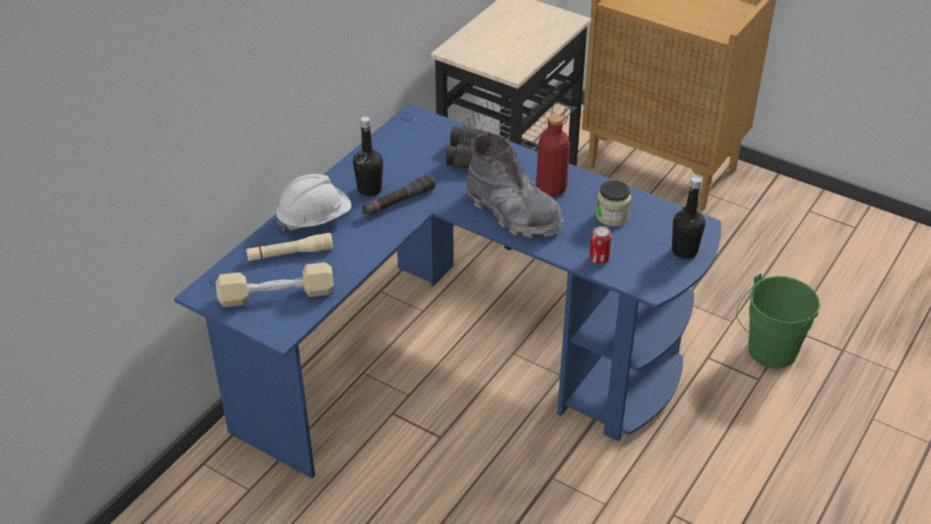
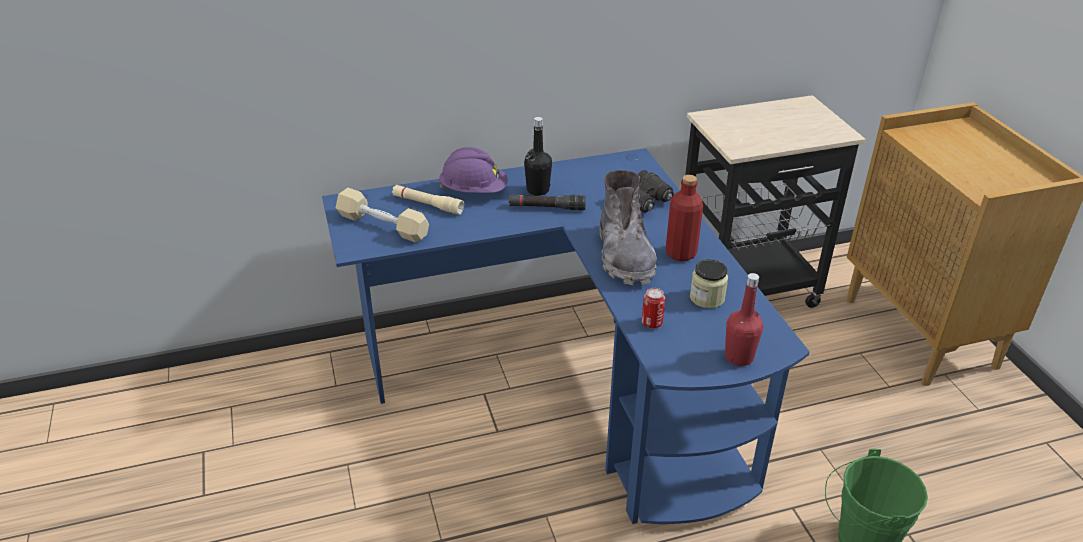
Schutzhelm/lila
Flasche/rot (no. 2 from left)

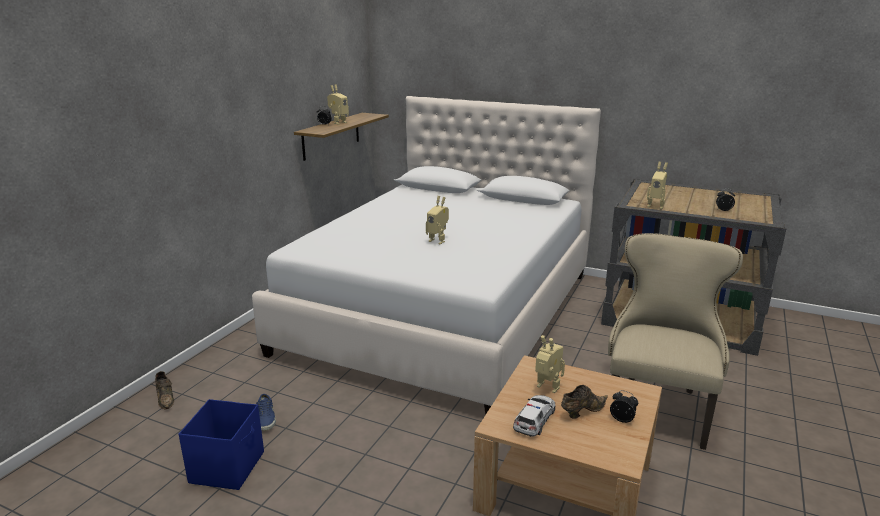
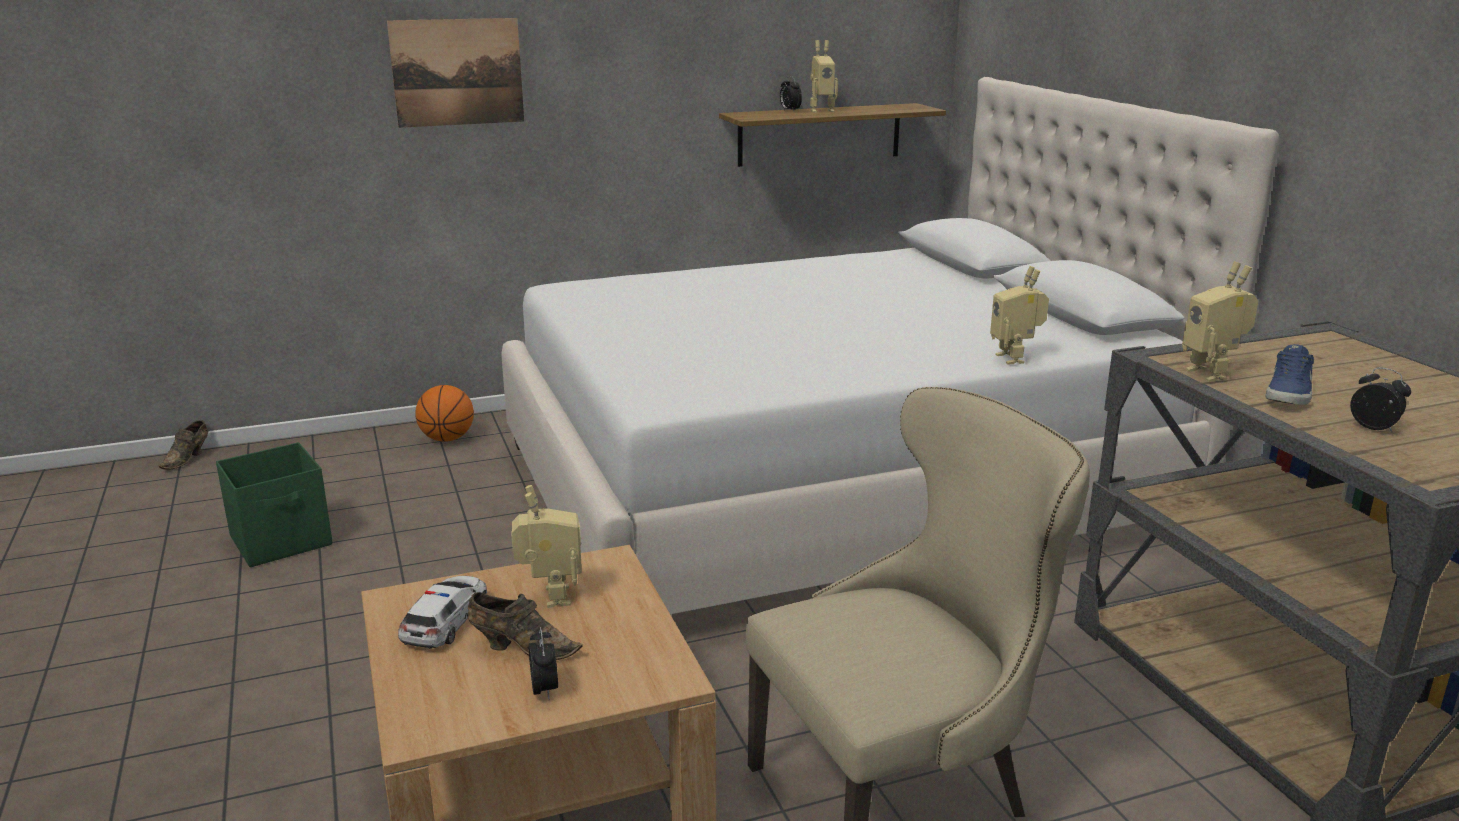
Schuh/braun (no. 1 from left)
Aufbewahrungsbox/grün
Schuh/blau
Spielzeugroboter (no. 3 from left)
Spielzeugauto
Bild
Basketball

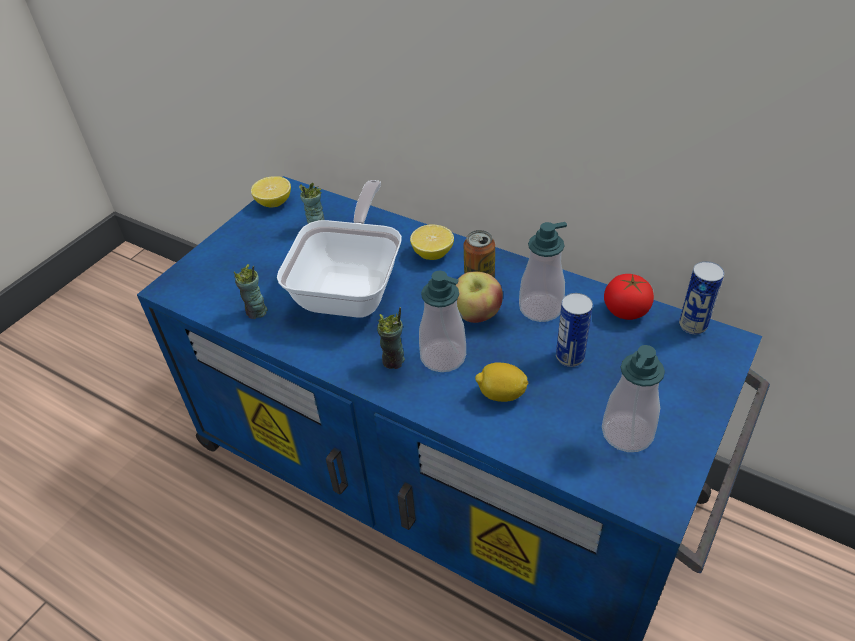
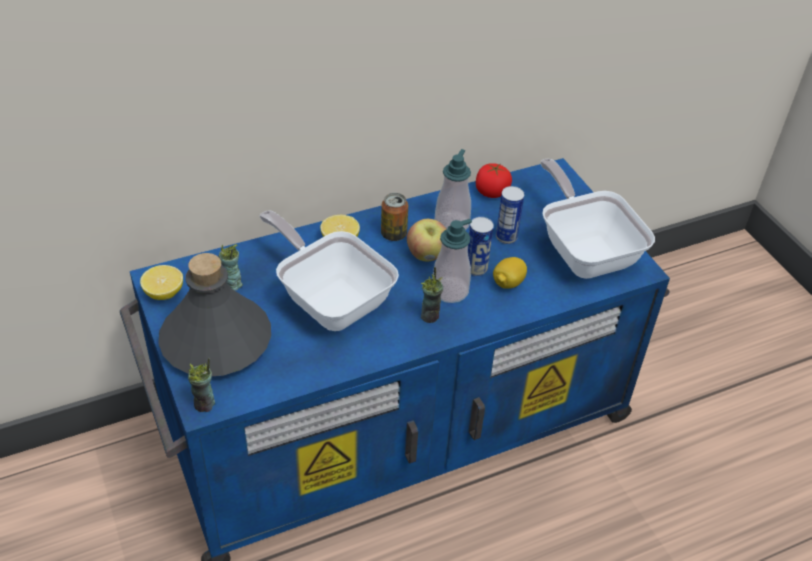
Tasse (no. 1 from left)
Pfanne (no. 2 from left)
Dose (no. 2 from left)
Flasche/grau

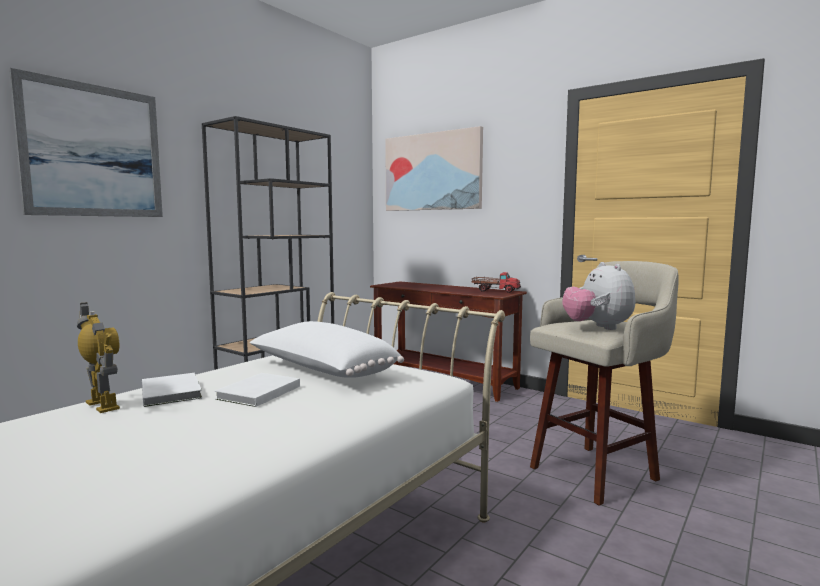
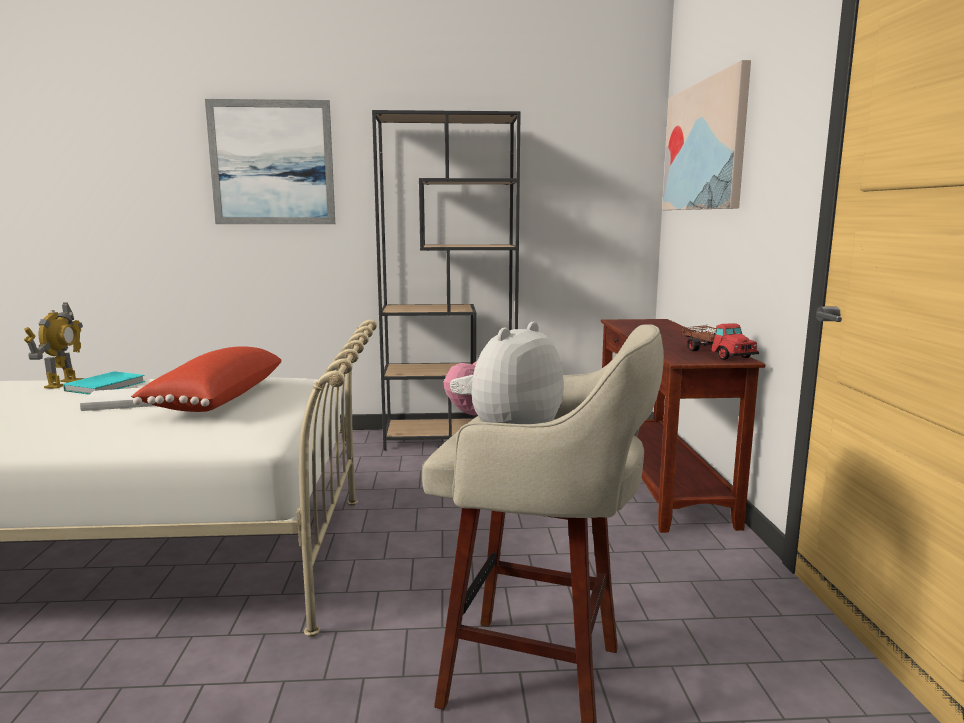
Buch/türkis
Kissen/rot

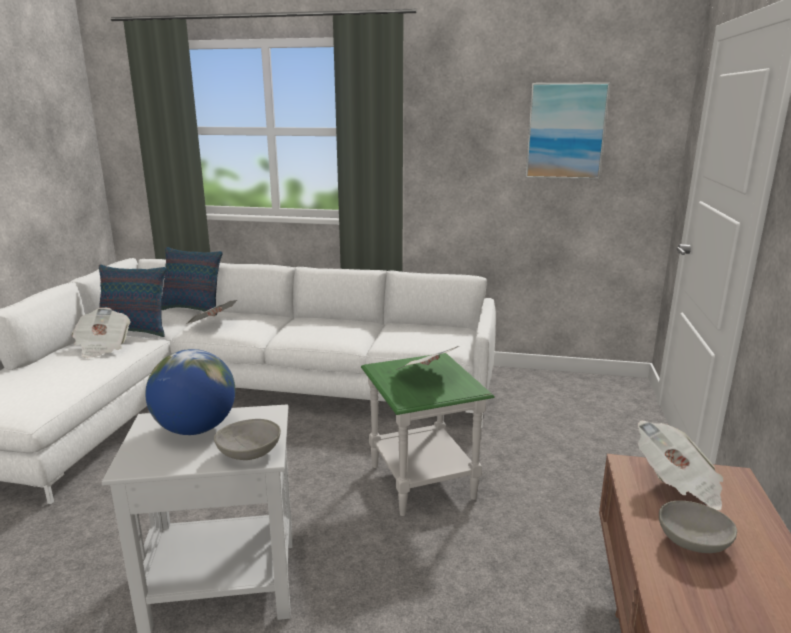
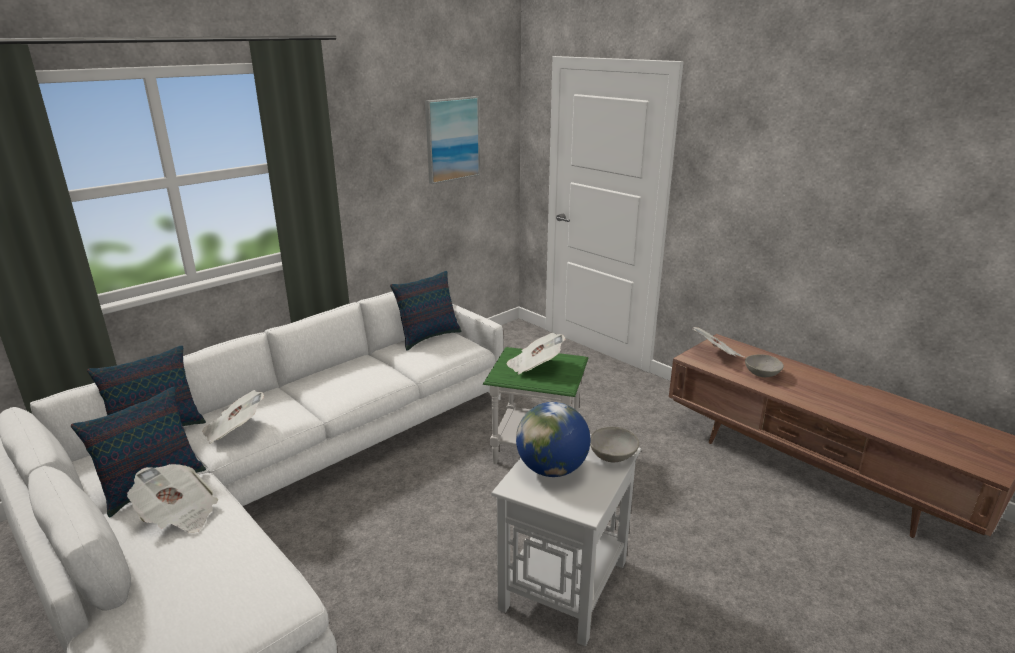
Kissen/blau (no. 3 from left)

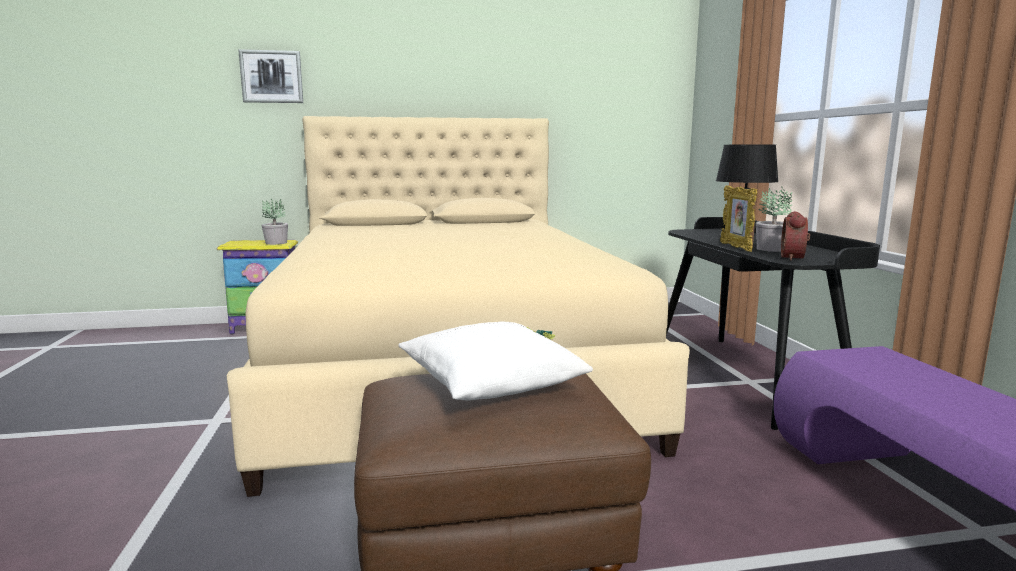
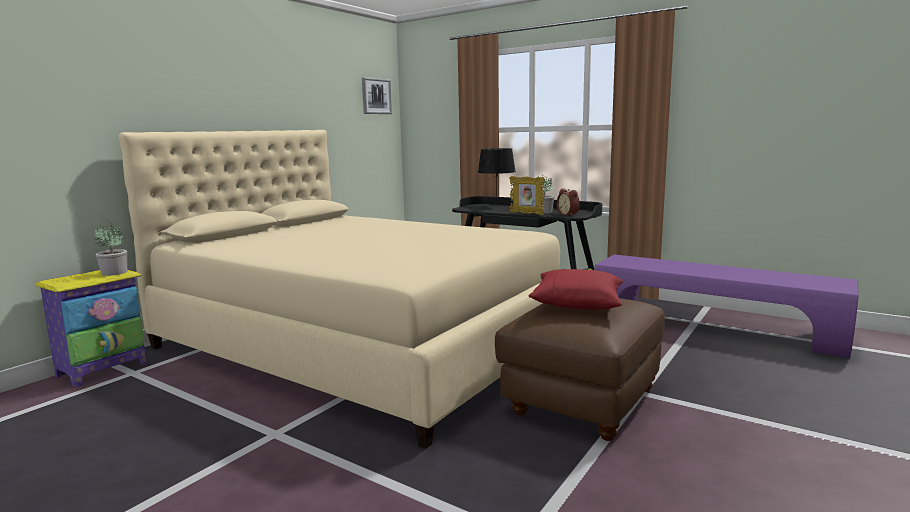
Bild
Kissen/rot

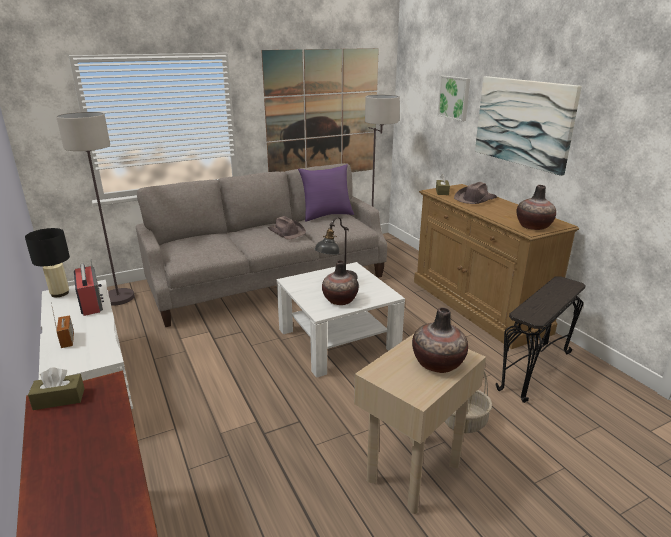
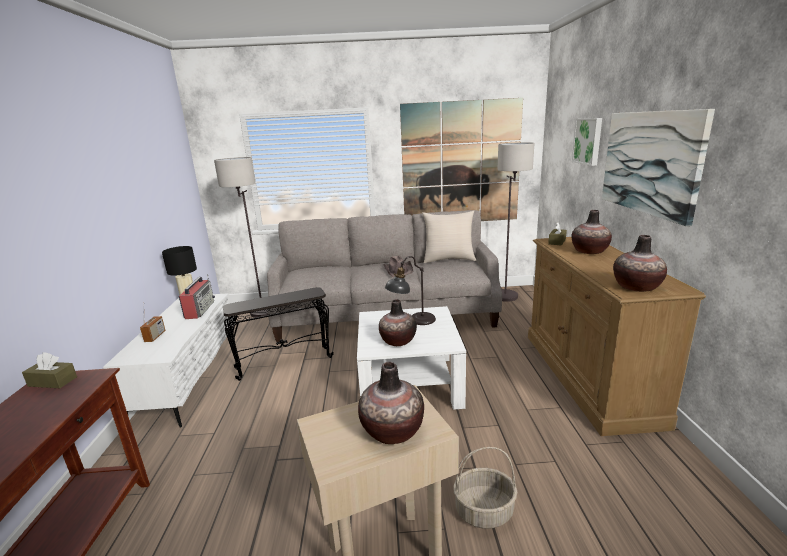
Kissen/beige
Vase (no. 3 from left)
Beistelltisch/schwarz

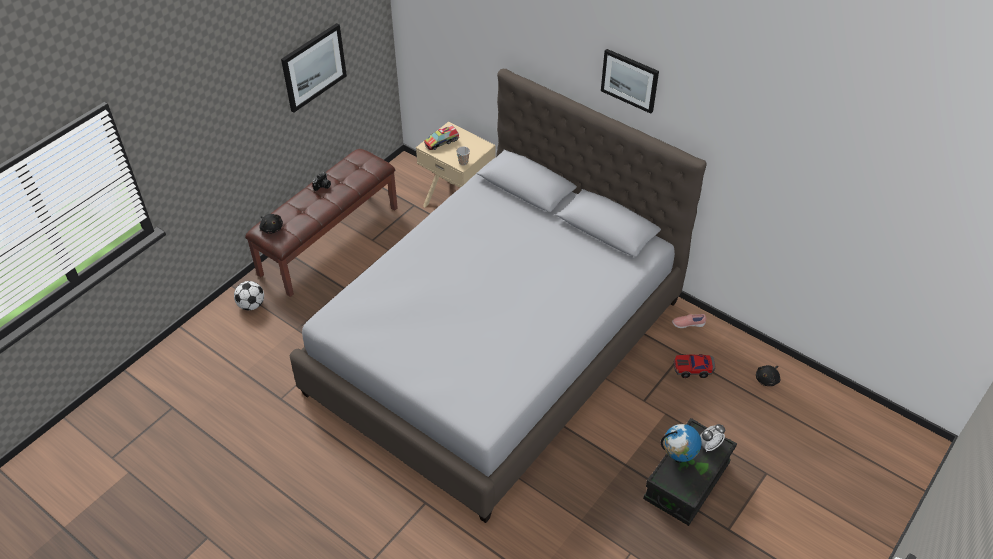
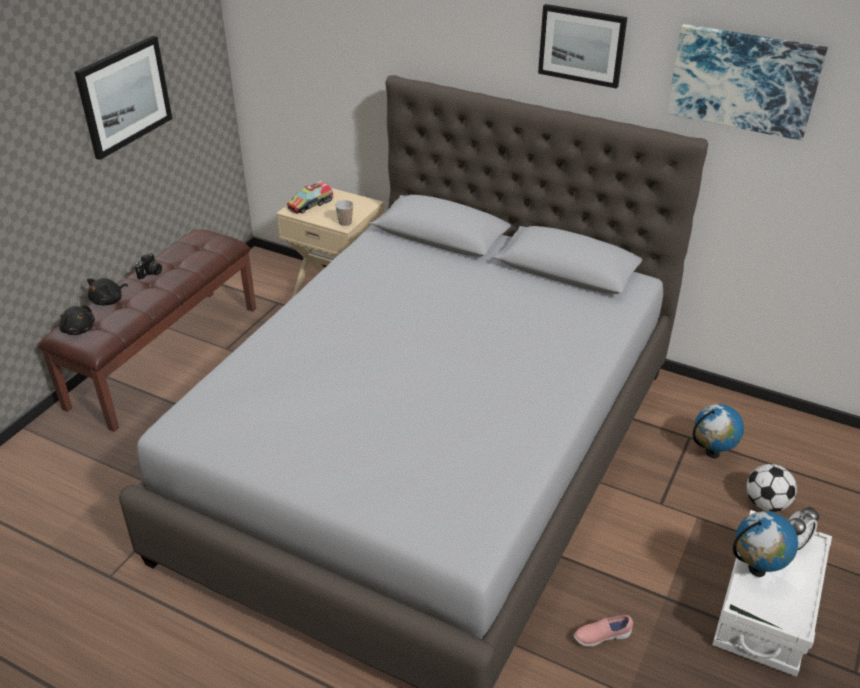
Fußball
Aufbewahrungsbox/weiß
Schuh/rosa
Globus (no. 1 from left)
Plüschtier/schwarz (no. 2 from left)
Bild (no. 3 from left)

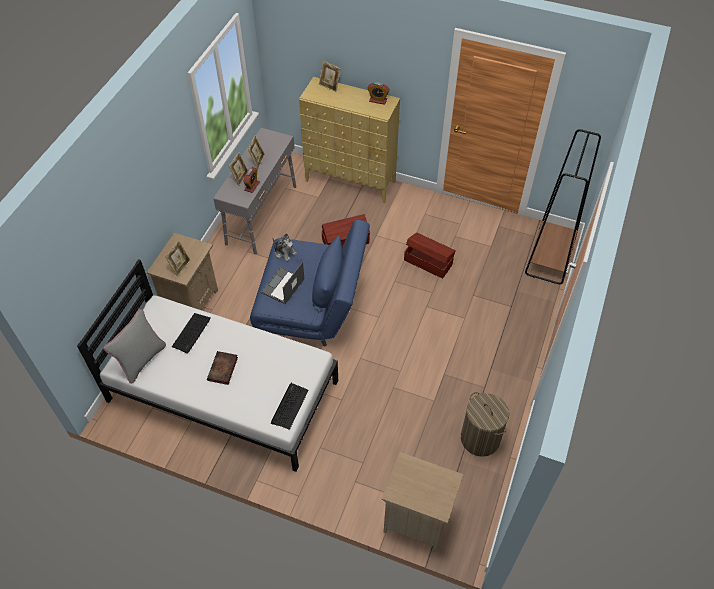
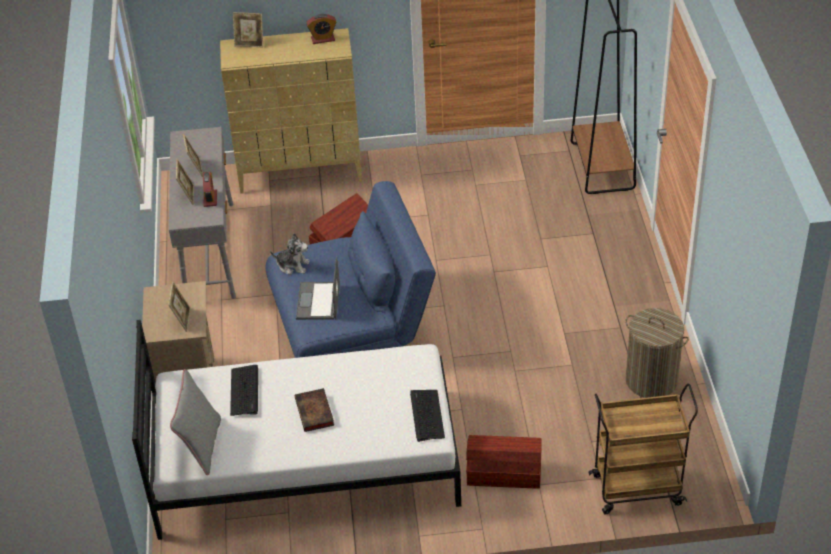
Rollwagen/braun
Aufbewahrungsbox/braun (no. 2 from left)

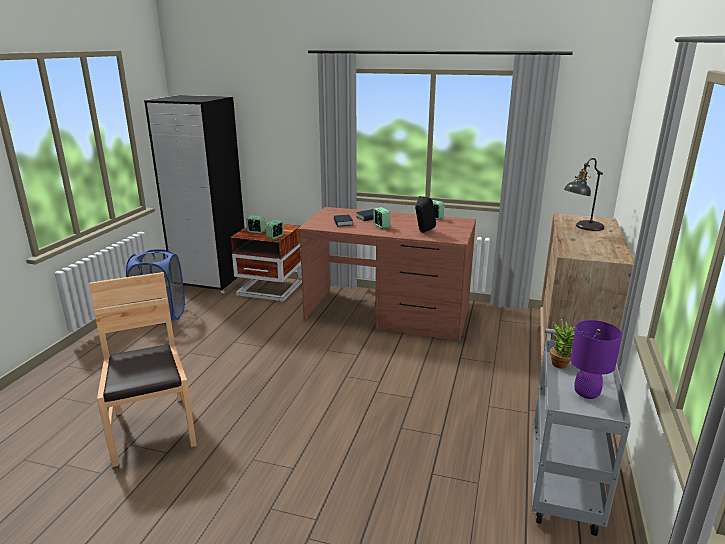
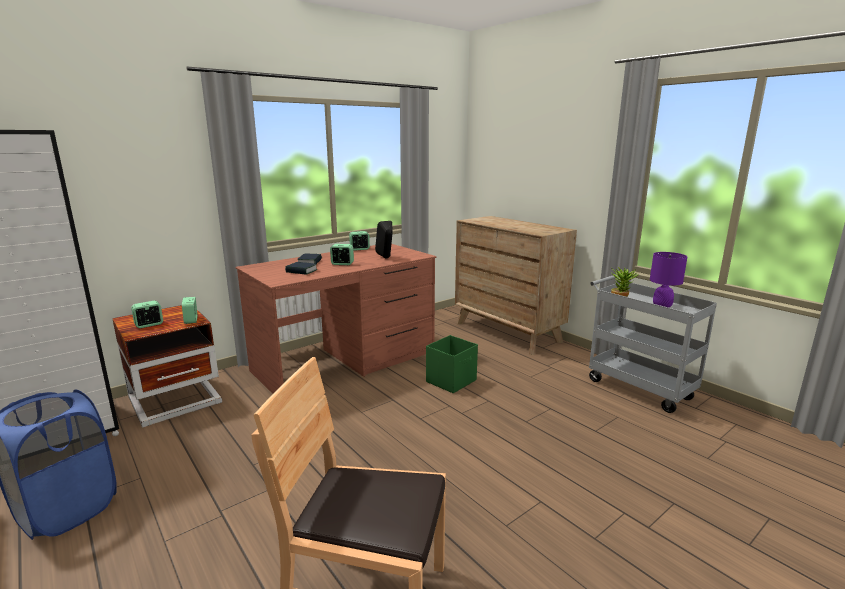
Tischlampe/grau
Aufbewahrungsbox/grün

